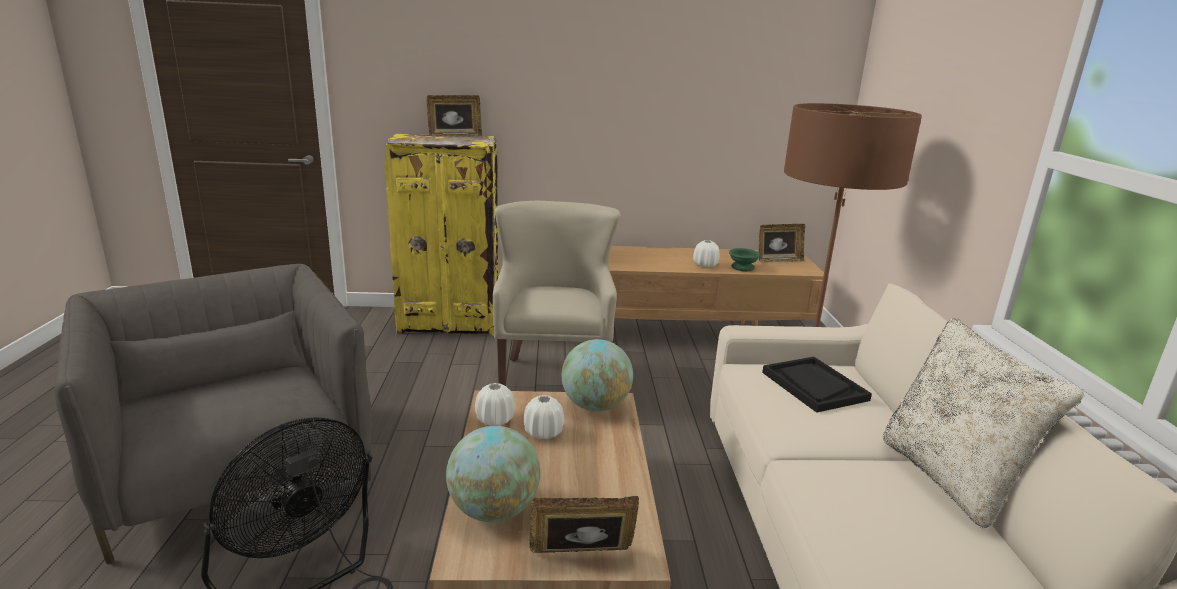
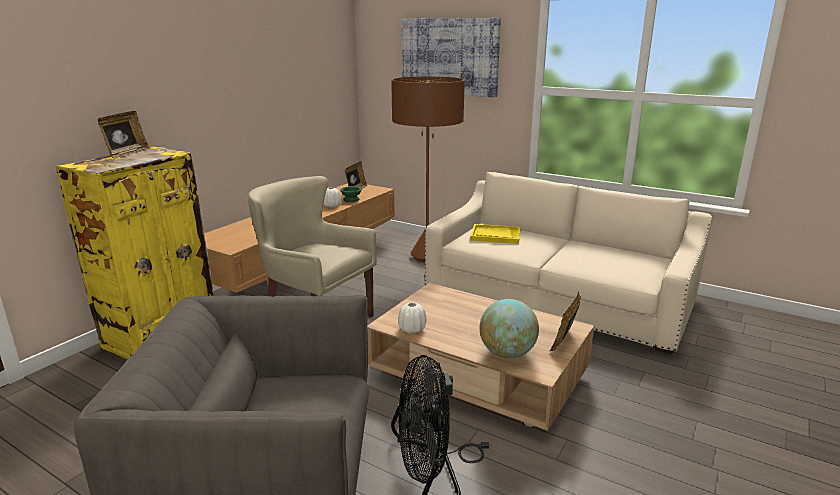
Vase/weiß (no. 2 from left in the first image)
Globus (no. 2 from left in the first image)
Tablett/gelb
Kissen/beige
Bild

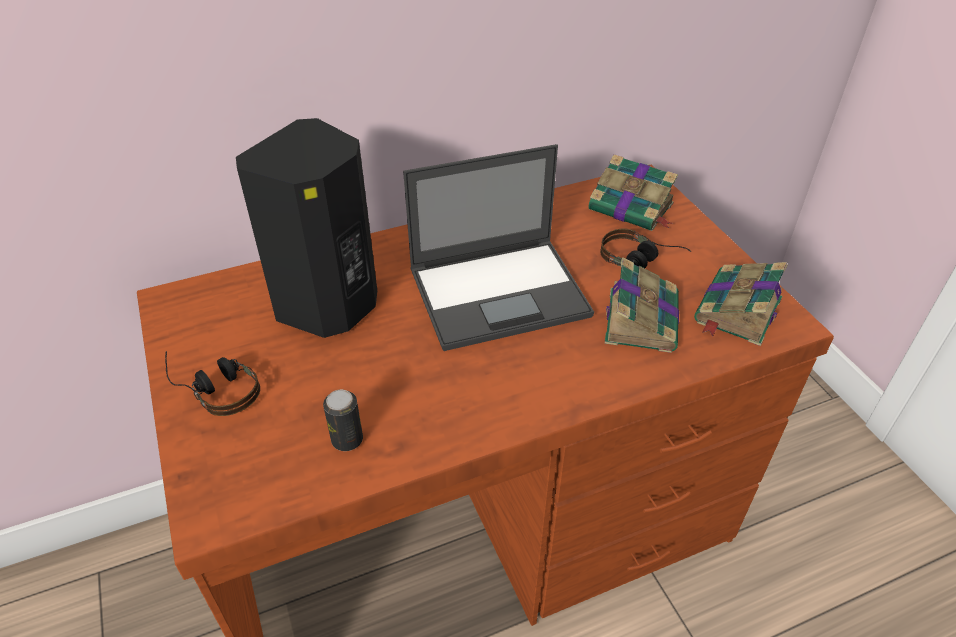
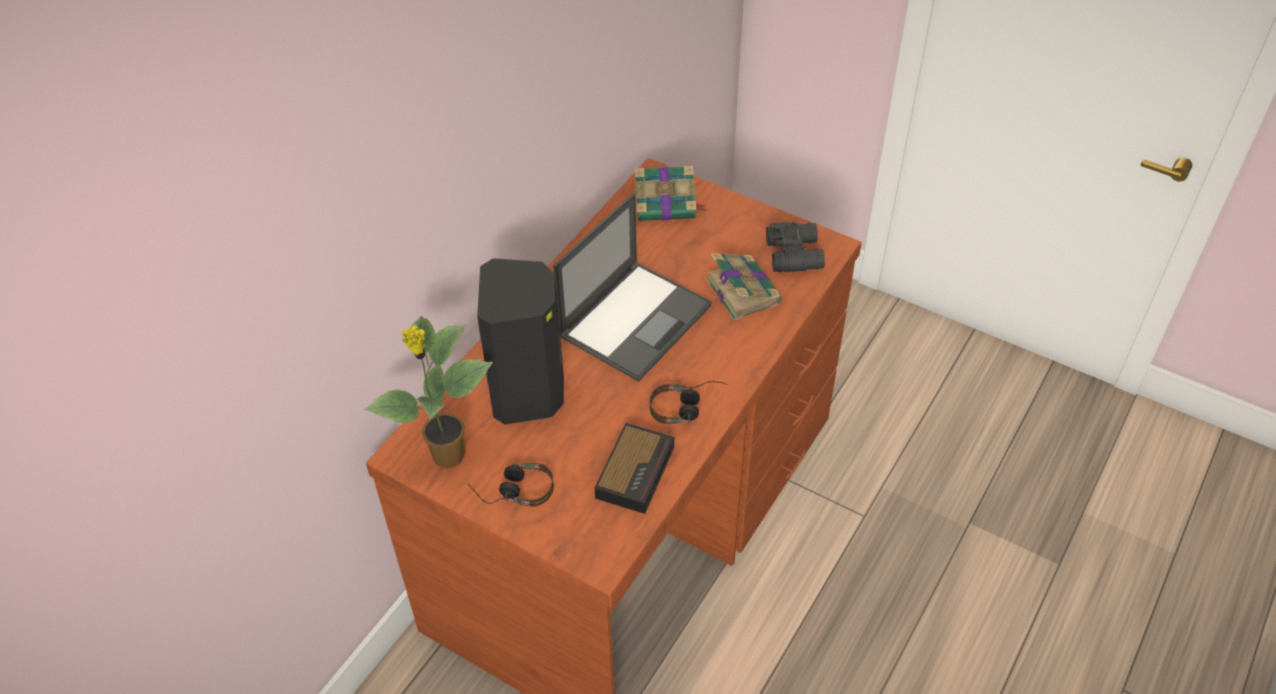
Wecker
Kopfhörer (no. 2 from left)
Fernglas/schwarz
Topfpflanze

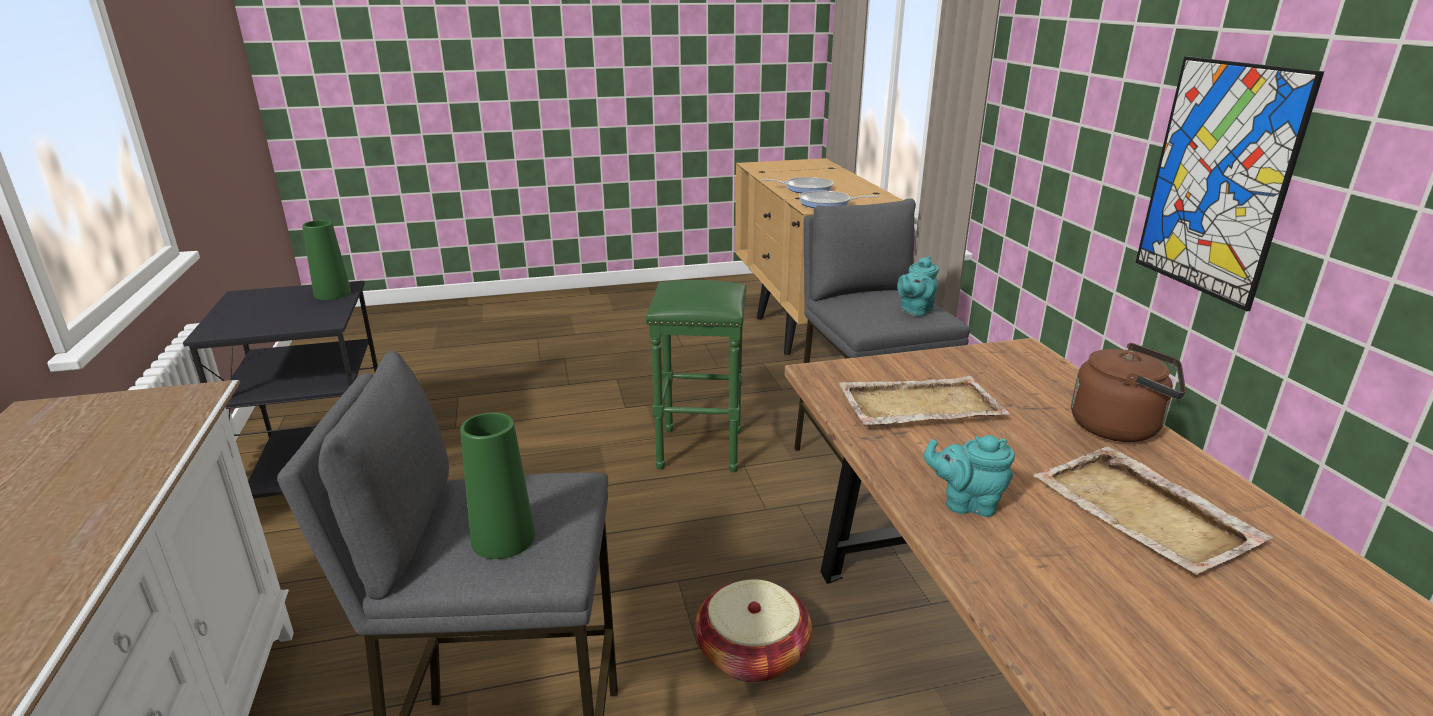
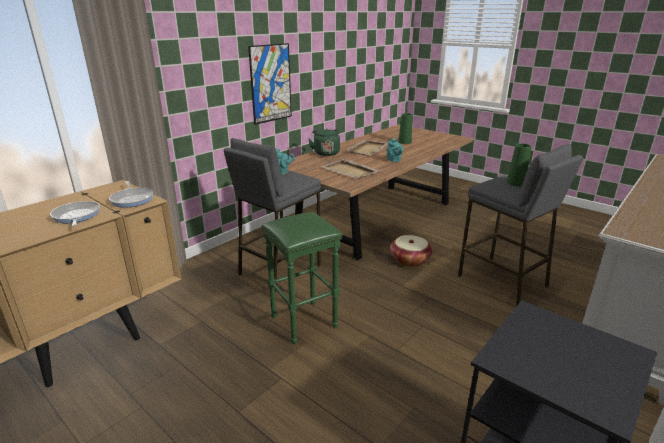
Vase/grün (no. 1 from left)
Wasserkessel/grün

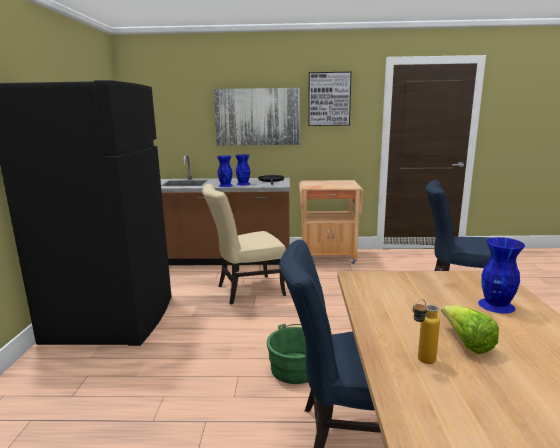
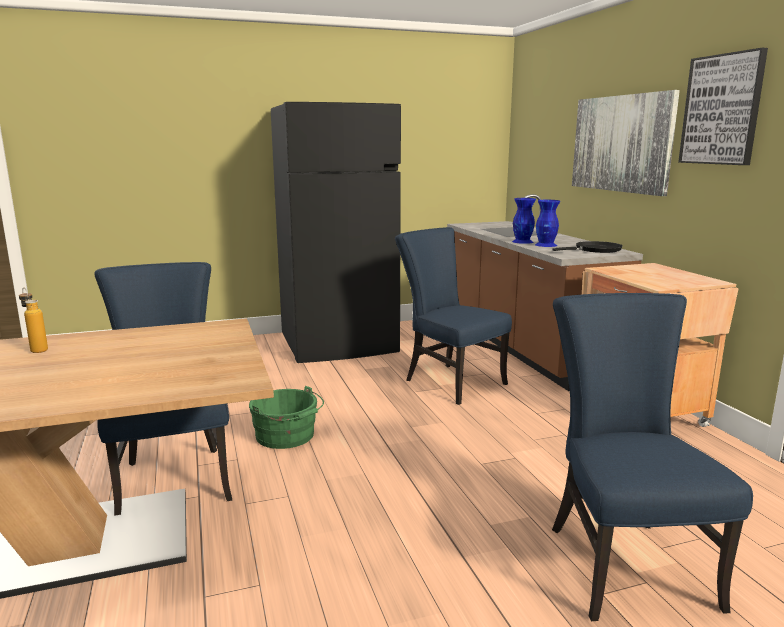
Stuhl/blau (no. 2 from left)
Salatkopf
Vase/blau (no. 3 from left in the first image)

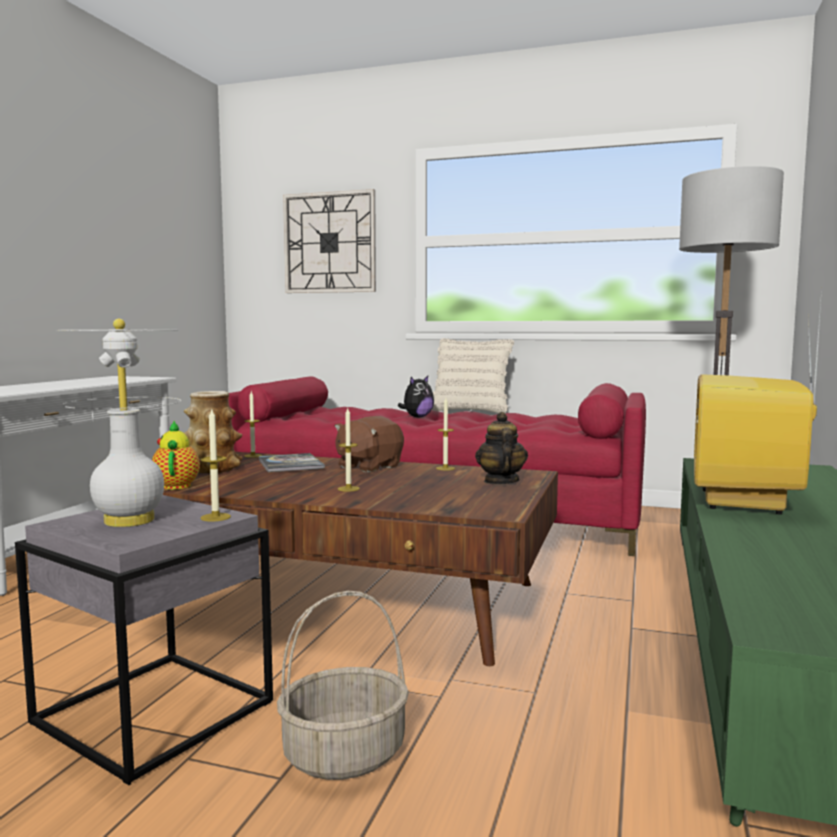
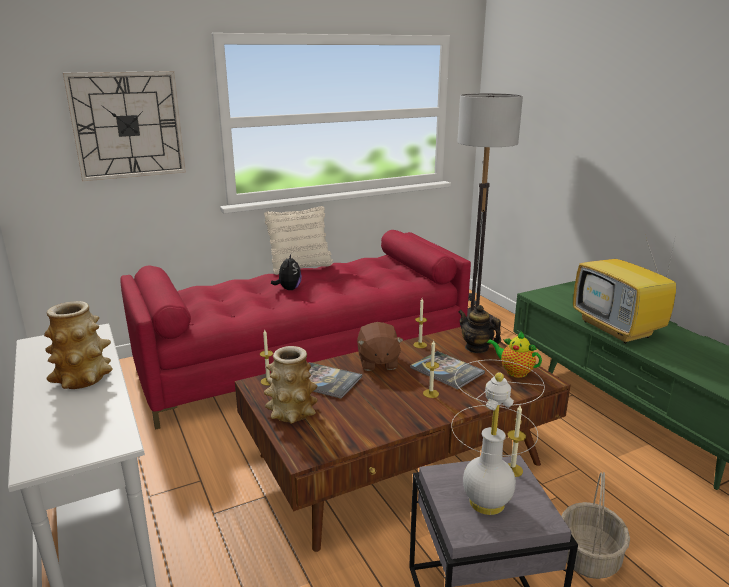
Teekanne (no. 2 from left)
Vase (no. 1 from left)
Buch (no. 2 from left)

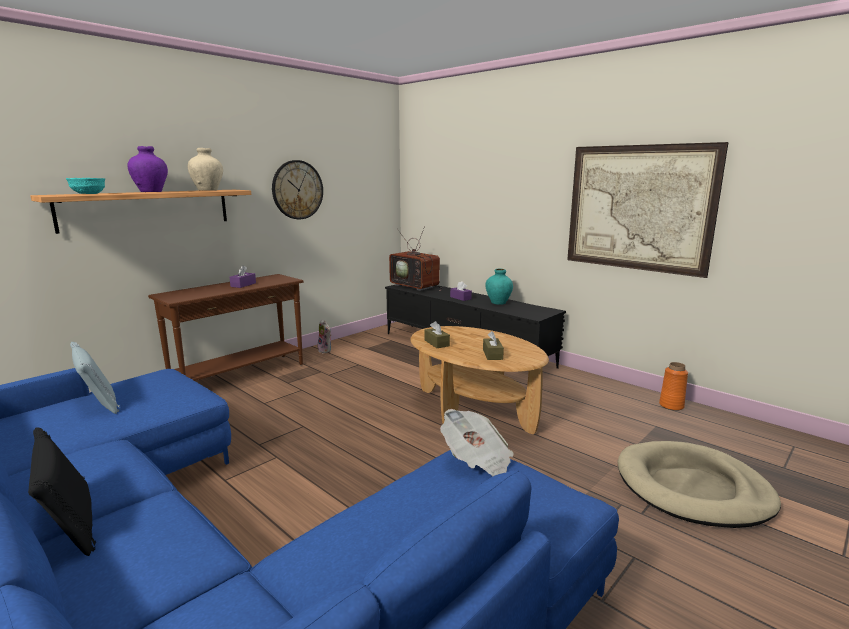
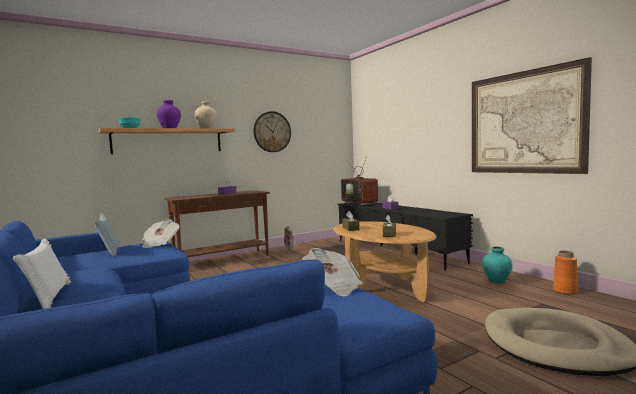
Kissen/weiß
Vase/türkis
Zeitung (no. 1 from left)

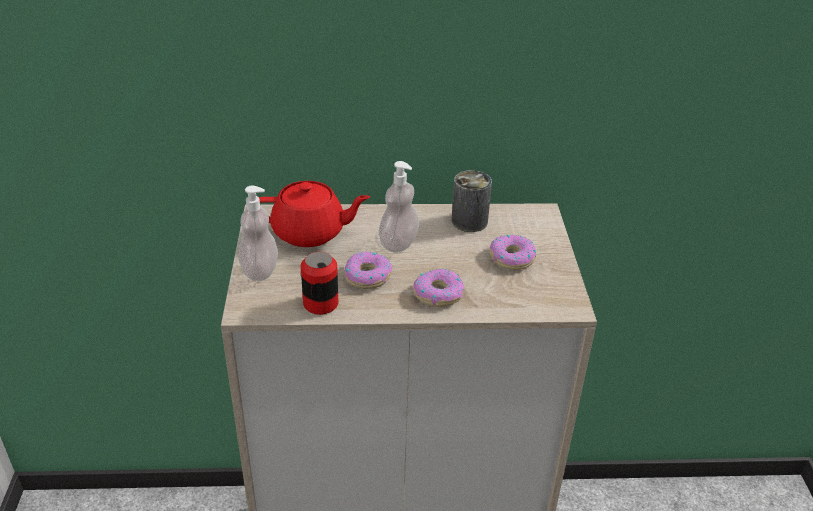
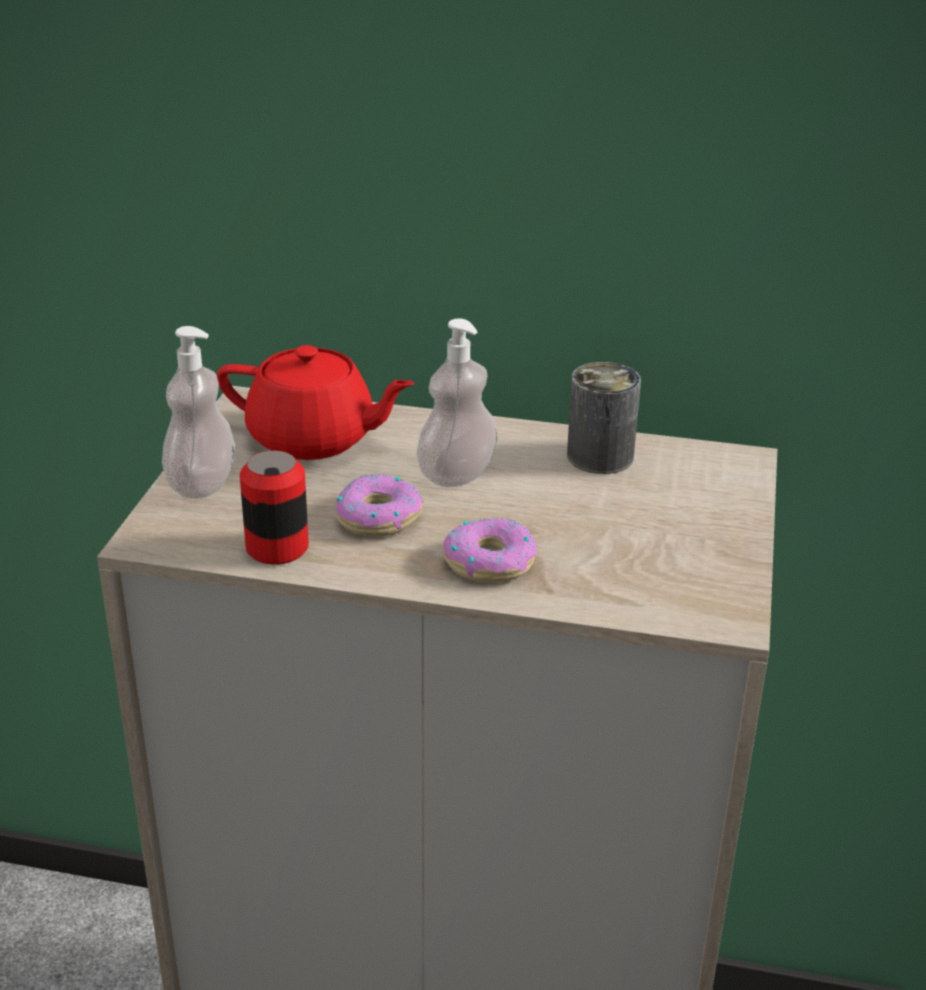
Donut (no. 3 from left in the first image)

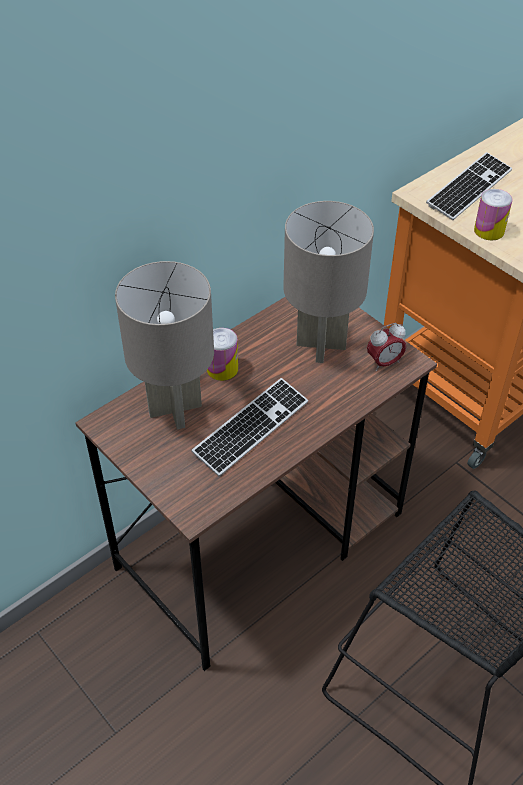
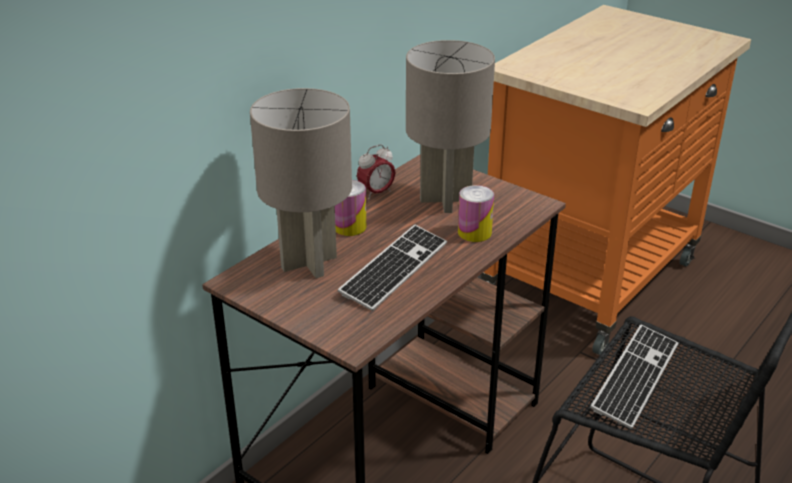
Wecker
Tastatur (no. 2 from left)
Dose (no. 2 from left)

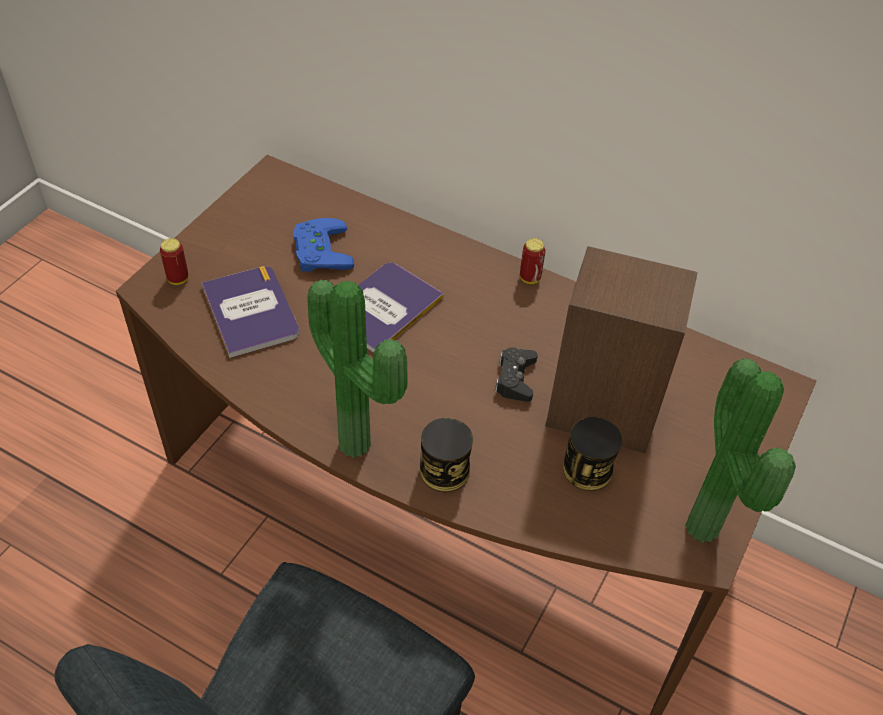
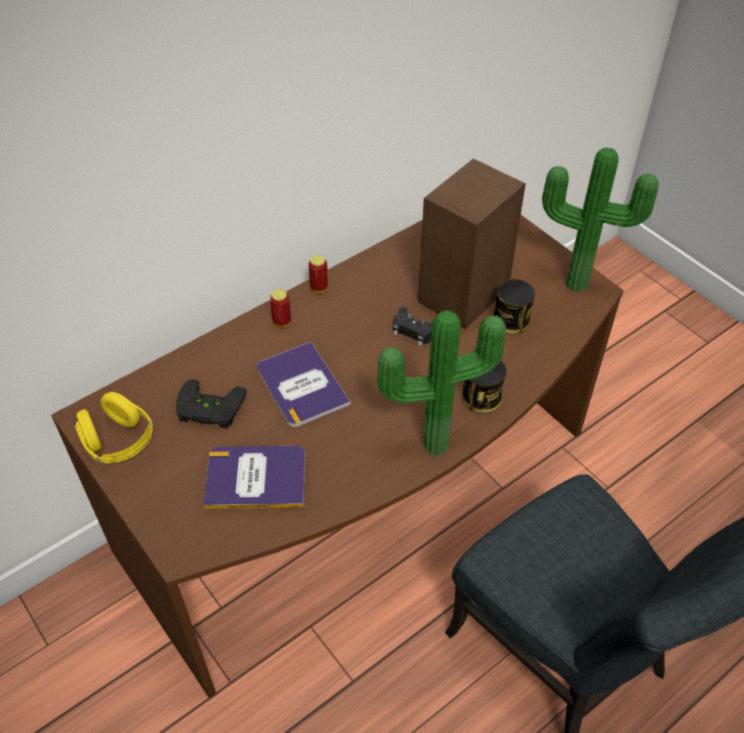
Dose (no. 1 from left)
Gamepad/schwarz (no. 1 from left)
Kopfhörer/gelb

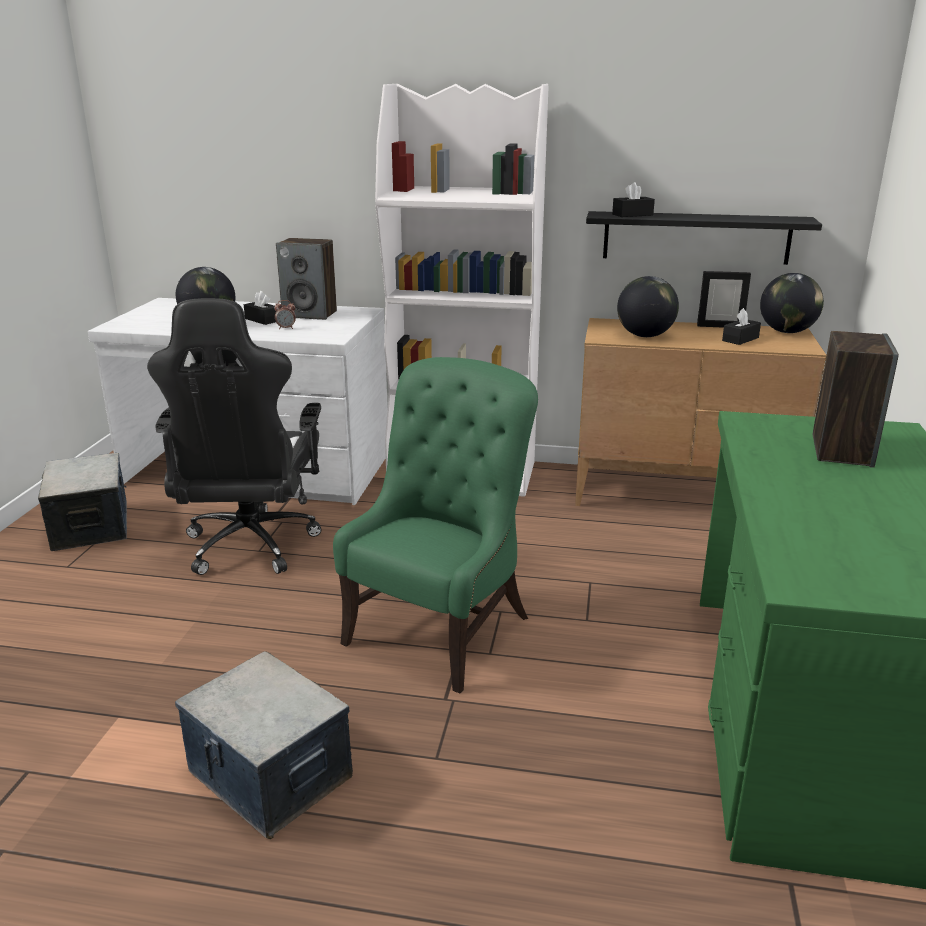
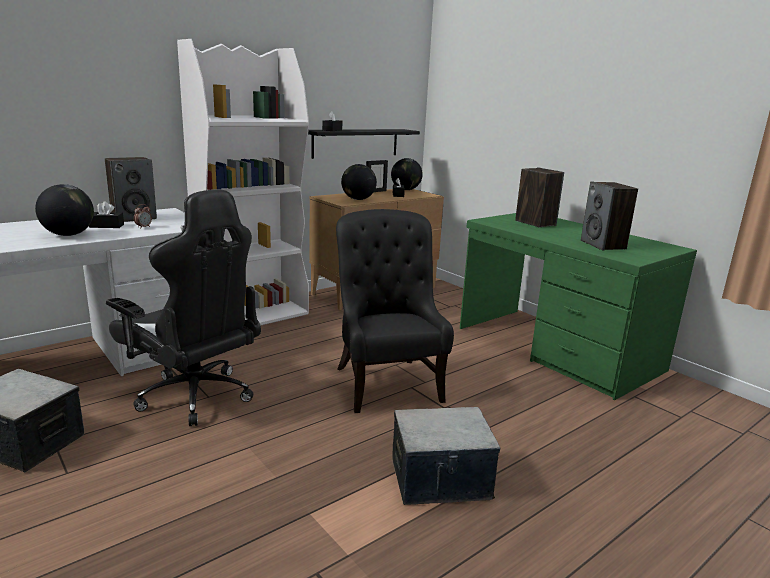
Stuhl/schwarz
Lautsprecher (no. 3 from left)

